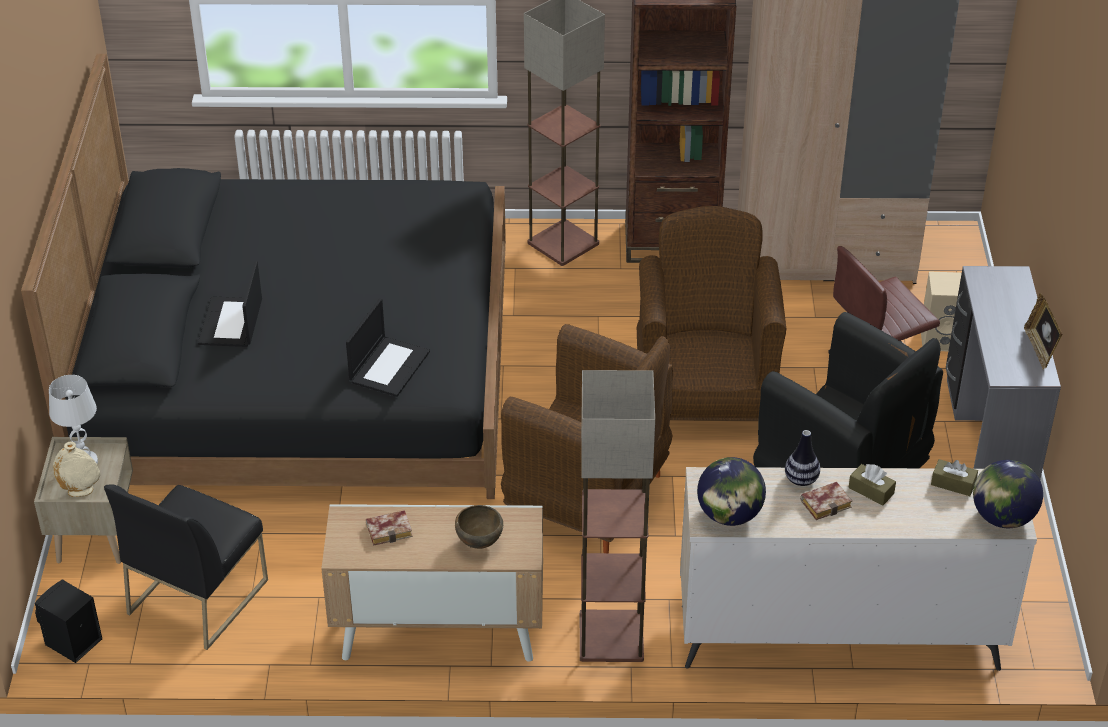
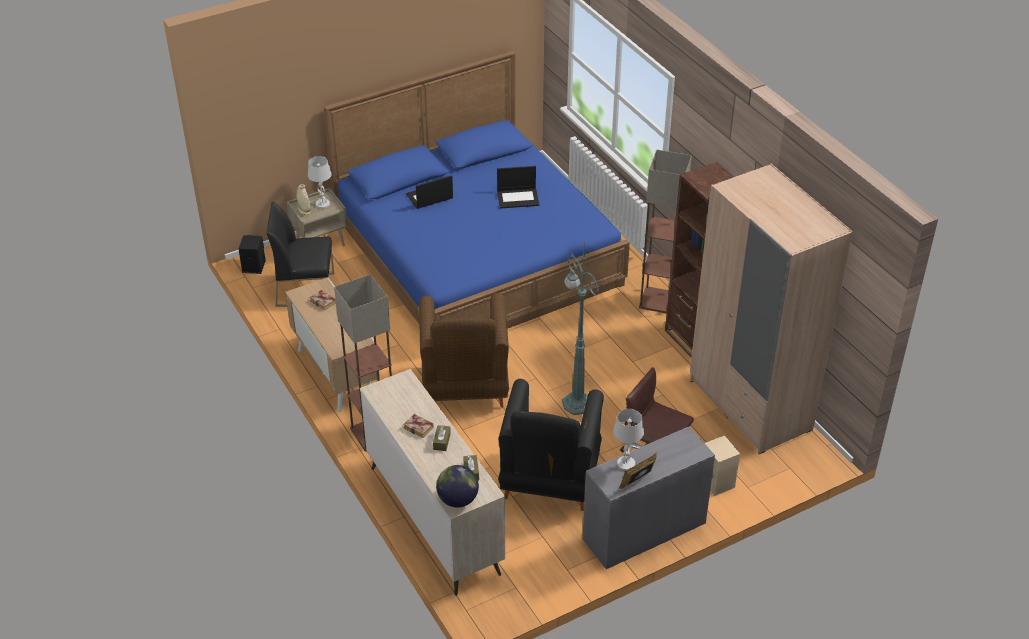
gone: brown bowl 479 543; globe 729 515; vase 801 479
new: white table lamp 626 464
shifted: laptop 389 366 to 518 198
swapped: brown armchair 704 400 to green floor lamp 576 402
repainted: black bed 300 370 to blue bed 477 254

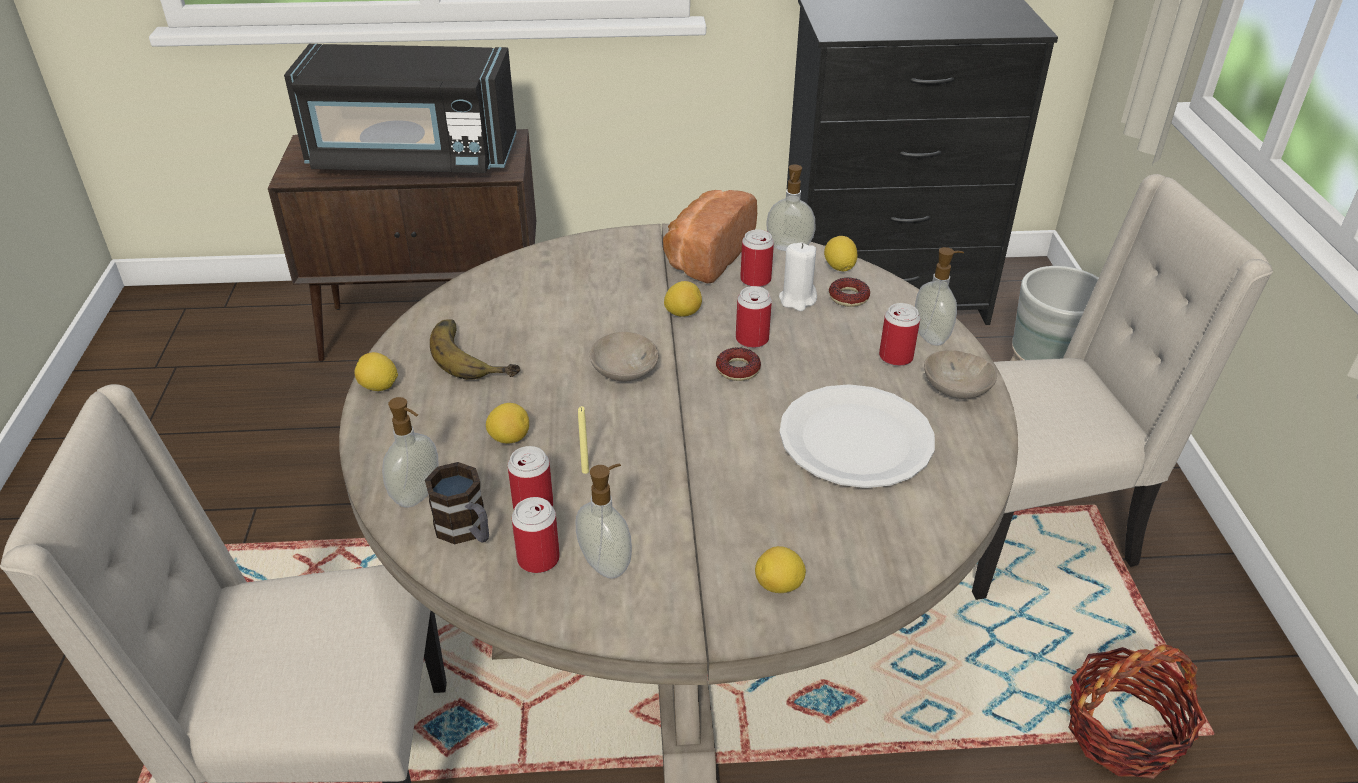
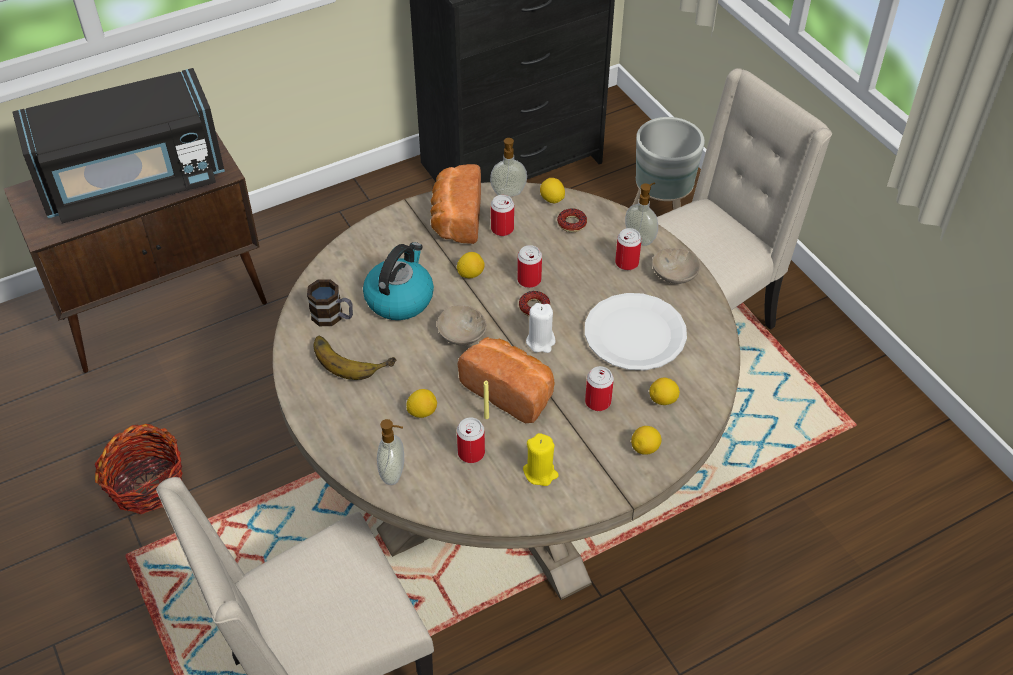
new: kettle 399 298; bread 510 390
shifted: lemon 378 387 to 663 400; mug 467 531 to 333 317; can 538 559 to 598 402; white candle 797 299 to 540 341; basket 1122 732 to 146 484
swapped: soap dispenser 606 563 to yellow candle 540 473

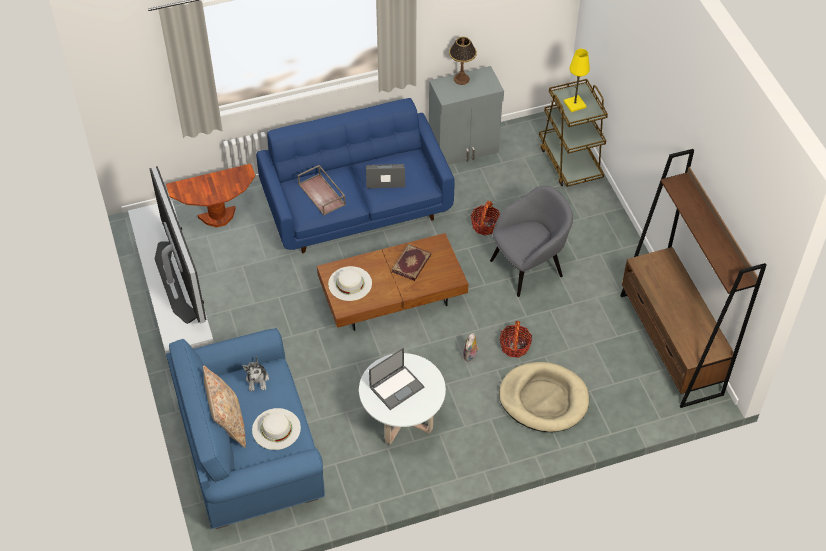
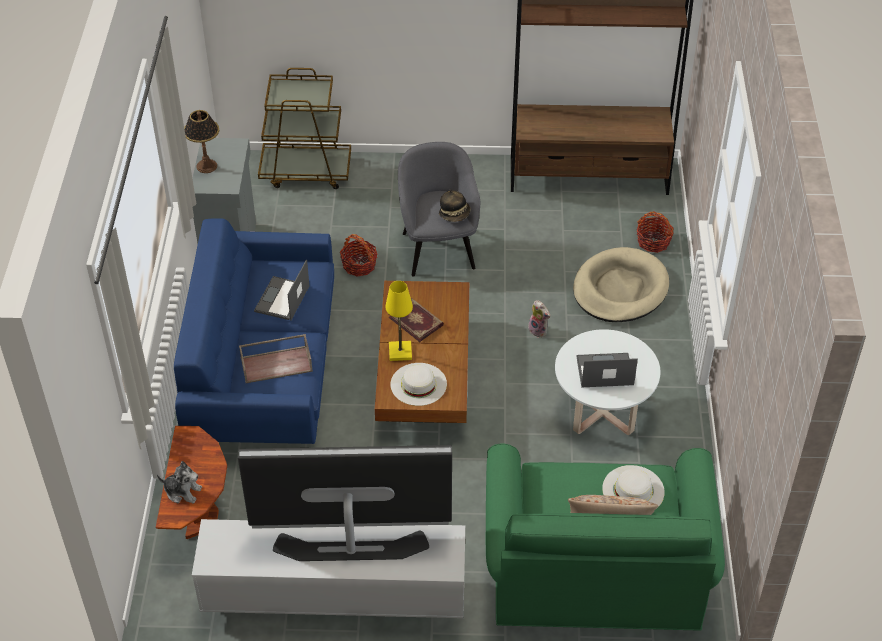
new: hat 455 214
shifted: plush toy 257 380 to 182 491; basket 515 346 to 653 242; yellow table lamp 574 104 to 400 352
repainted: blue sofa 250 450 to green sofa 594 568
rotated: laptop 397 387 = 604 371 75 degrees counterclockwise

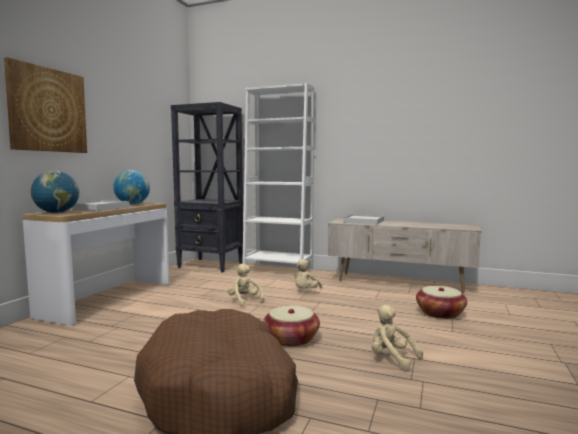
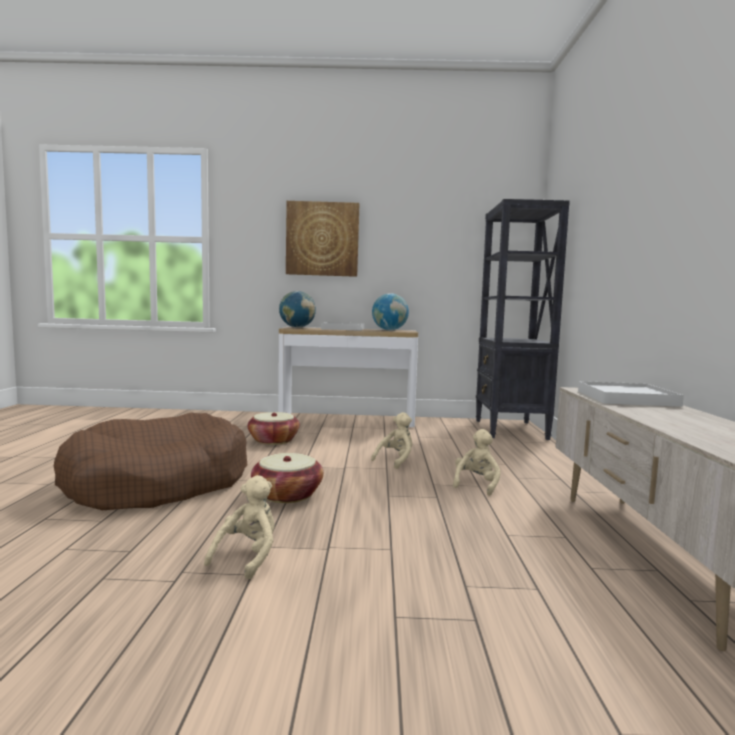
gone: white bookcase 278 270
shifted: basket 440 313 to 273 440
rotated: beige plush toy 305 291 = 476 484 105 degrees clockwise

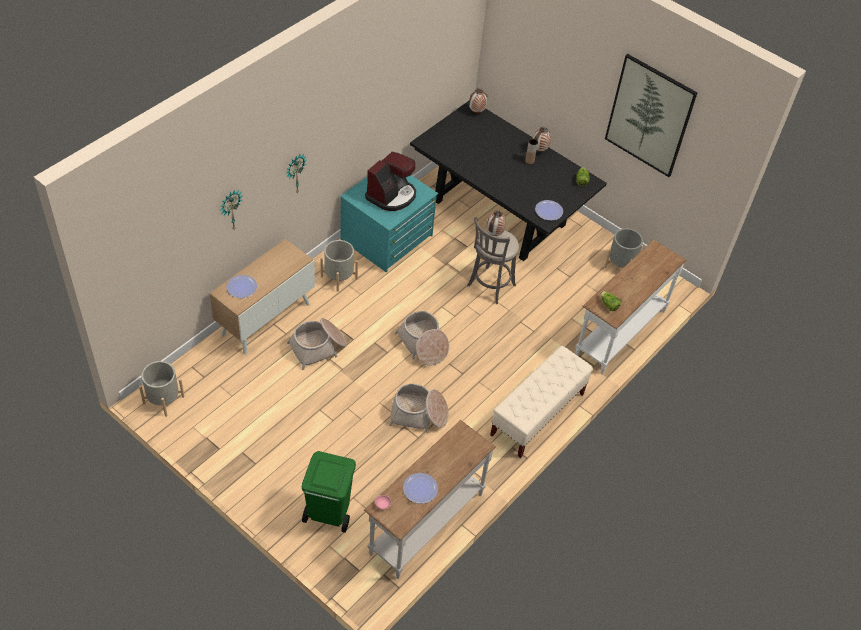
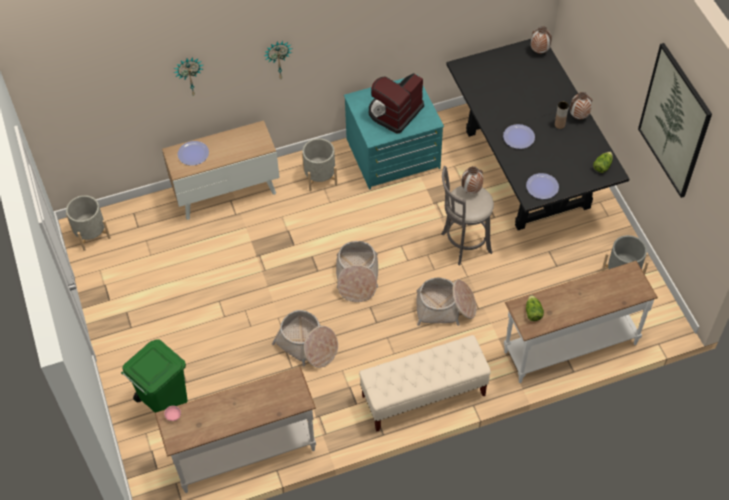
shifted: basket 318 347 to 445 308; plate 420 489 to 518 137
rotated: coffee machine 391 195 = 394 112 150 degrees clockwise

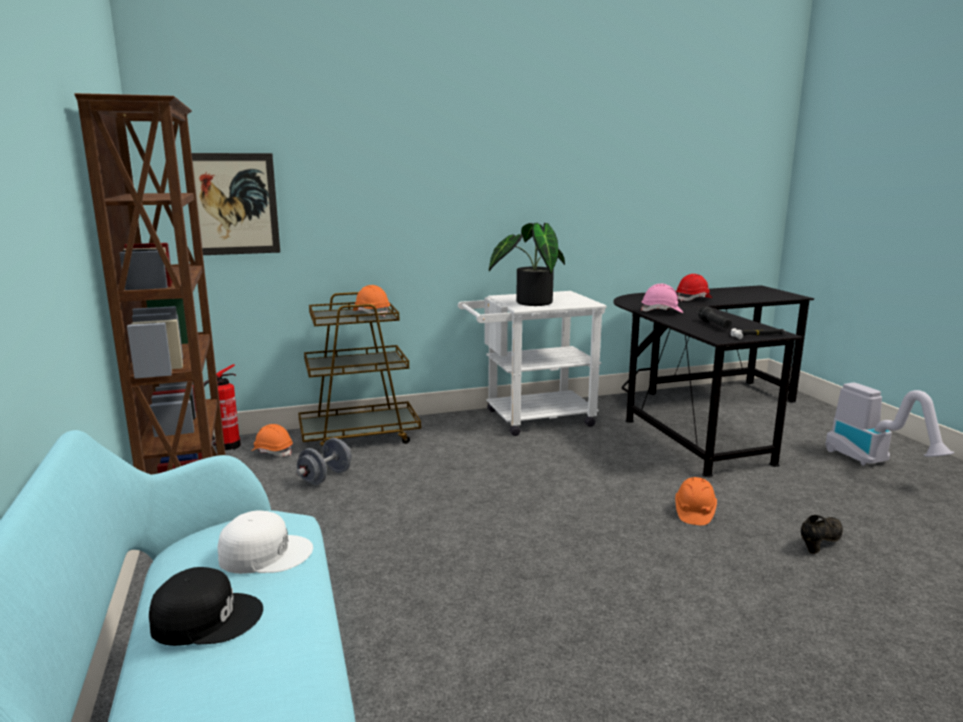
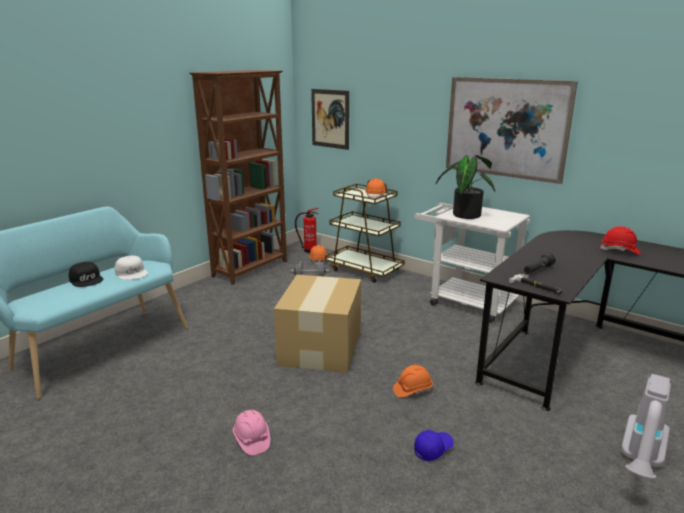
new: cardboard box 321 346; picture 505 128
shifted: pink hard hat 661 311 to 251 440
swapped: black shoe 820 543 to blue cap 433 449

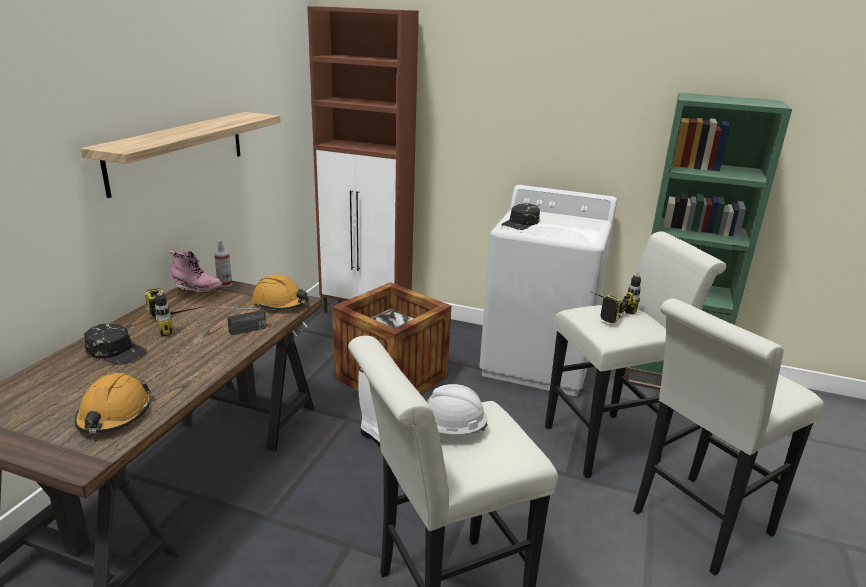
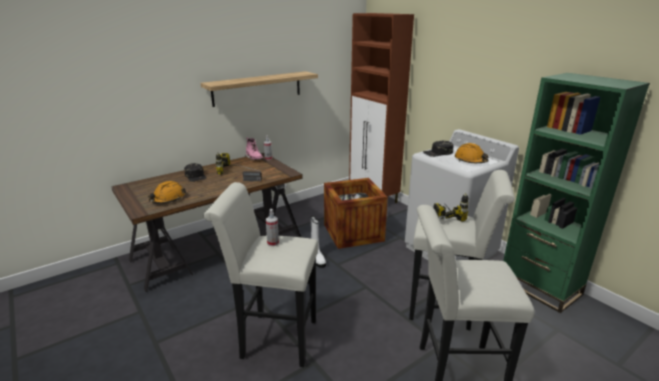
shifted: orange hard hat 280 303 to 470 160
swapped: white hard hat 449 429 to spray bottle 273 243

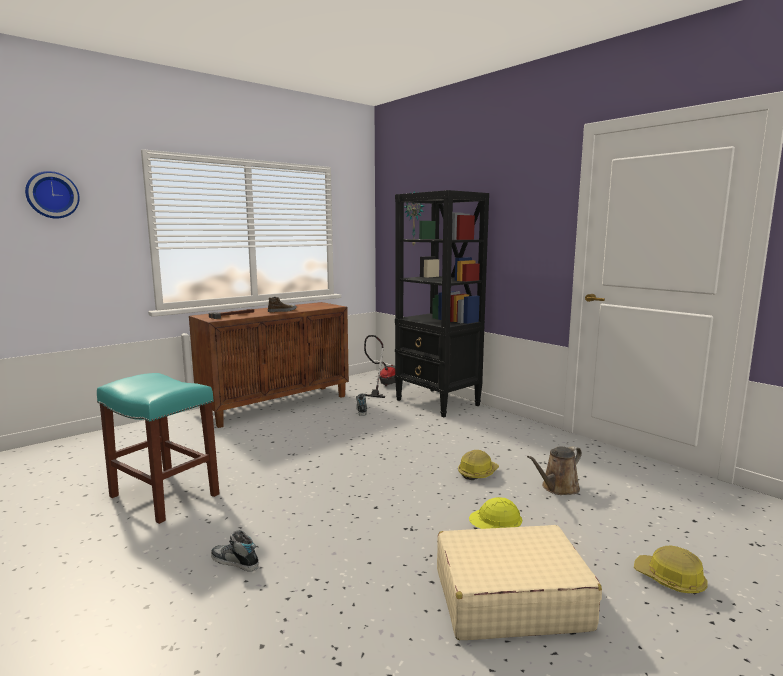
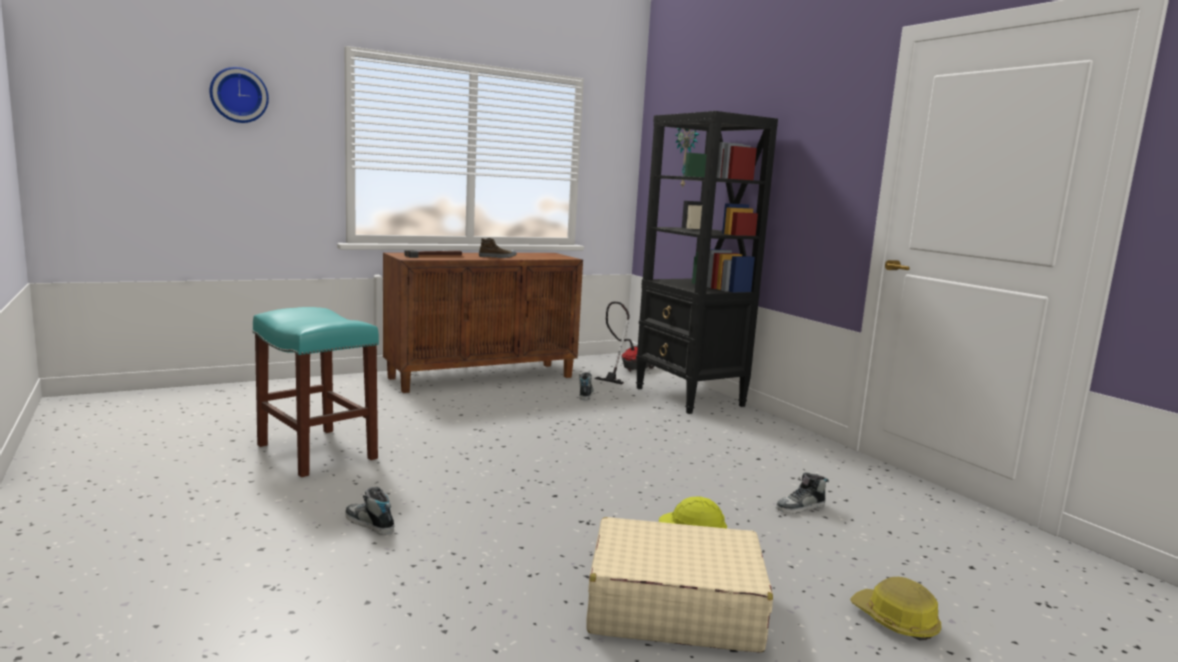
gone: hard hat 477 473
swapped: brown watering can 557 488 to shoe 800 507

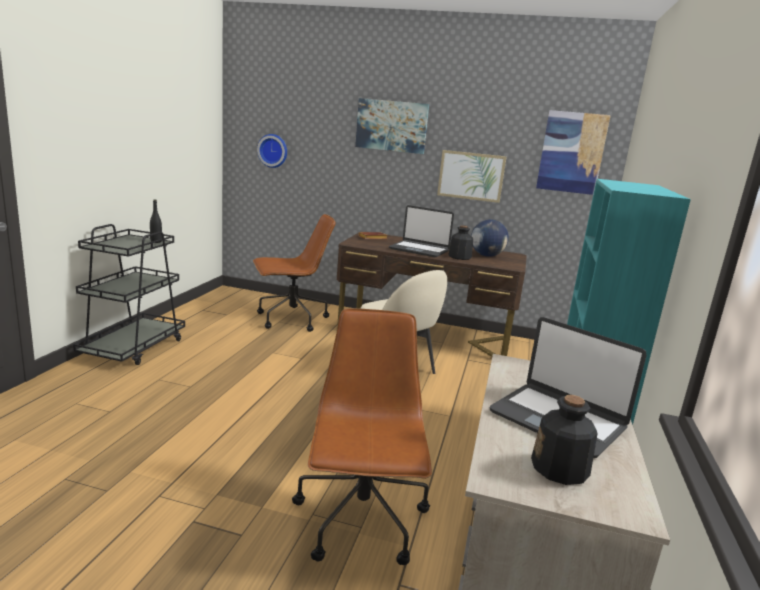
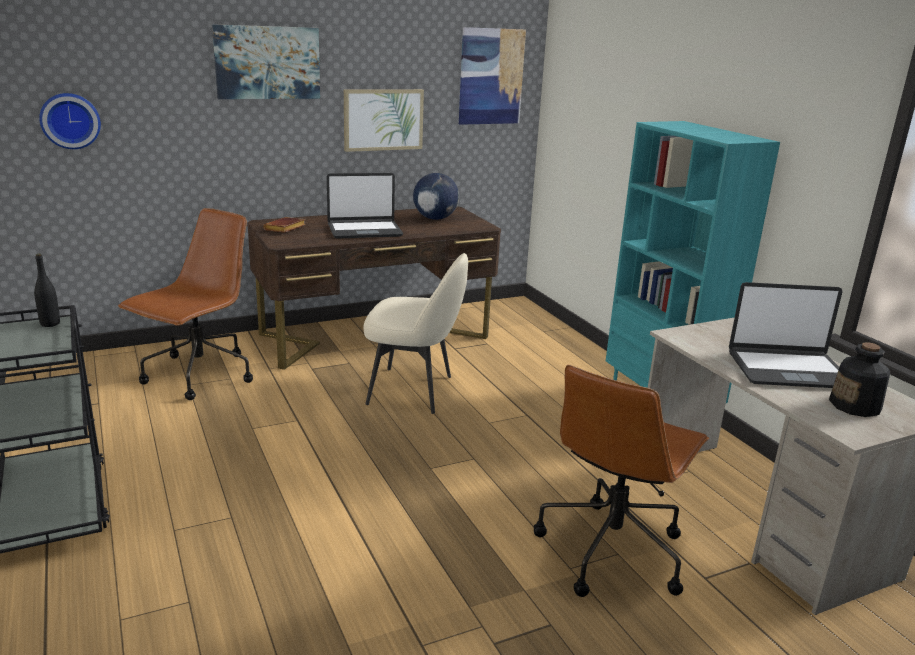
gone: bottle 459 257
rotated: brown office chair 361 522 = 612 549 105 degrees counterclockwise

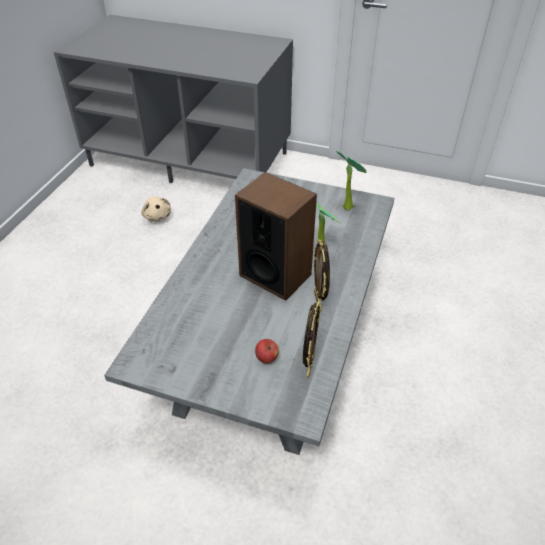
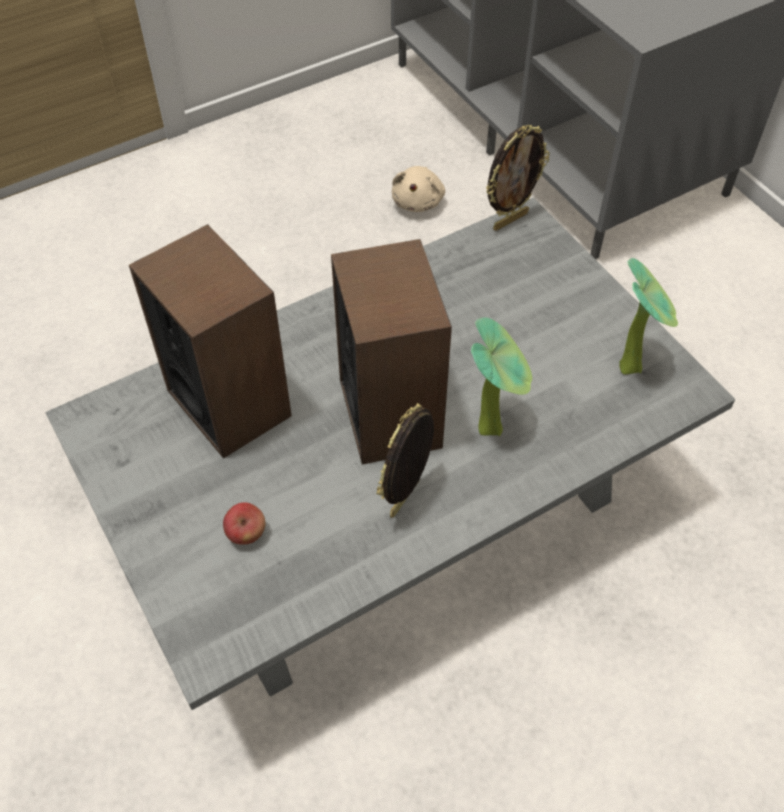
new: speaker 229 402
shifted: picture frame 309 365 to 509 220

